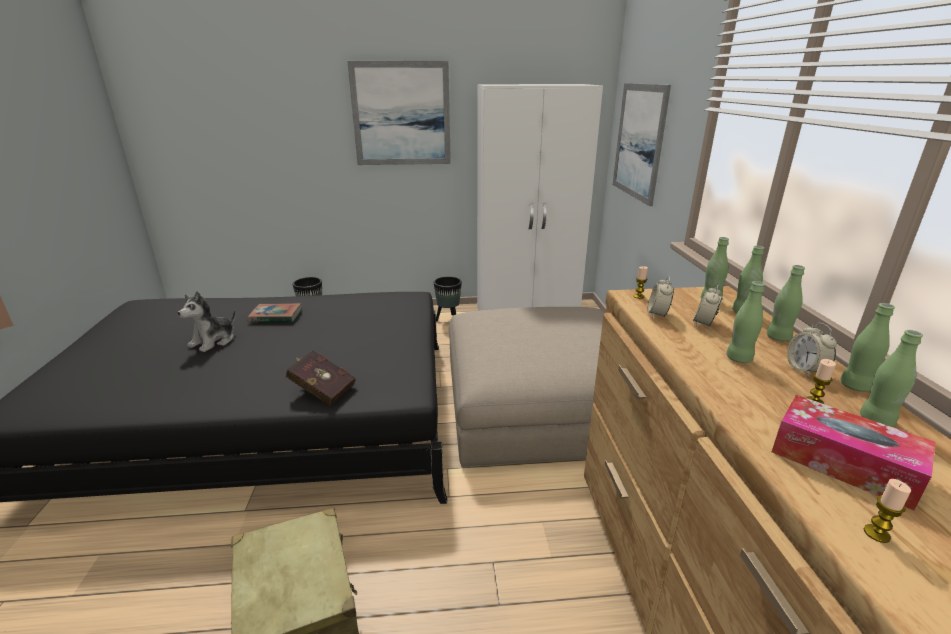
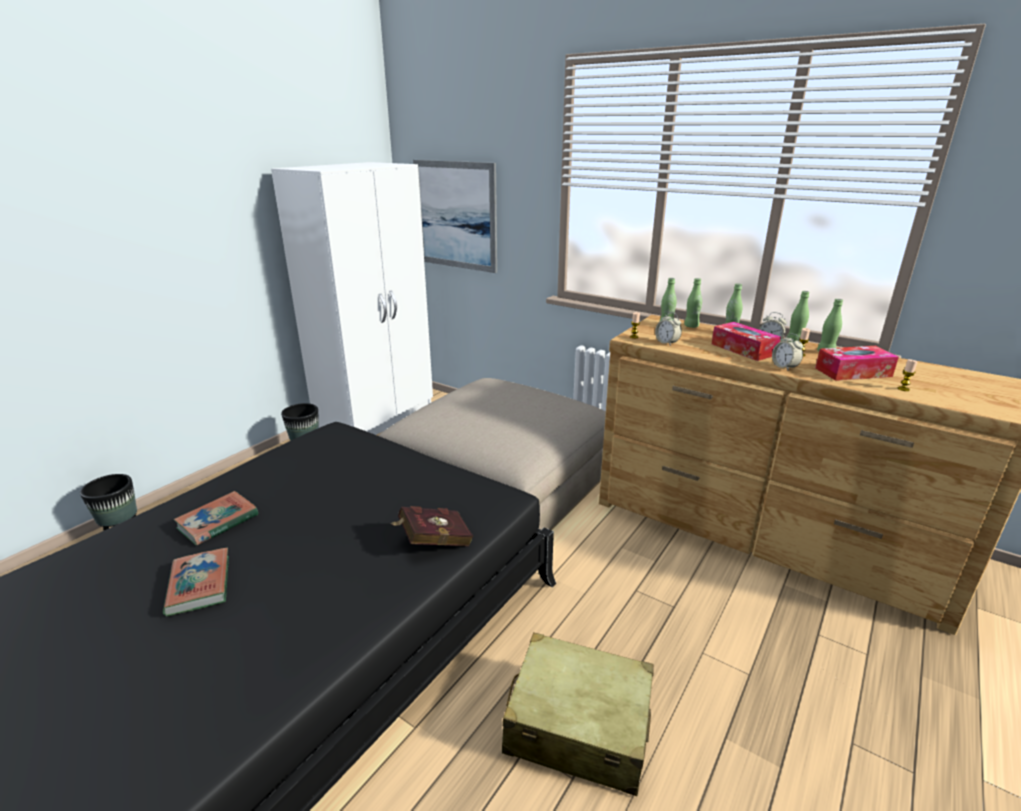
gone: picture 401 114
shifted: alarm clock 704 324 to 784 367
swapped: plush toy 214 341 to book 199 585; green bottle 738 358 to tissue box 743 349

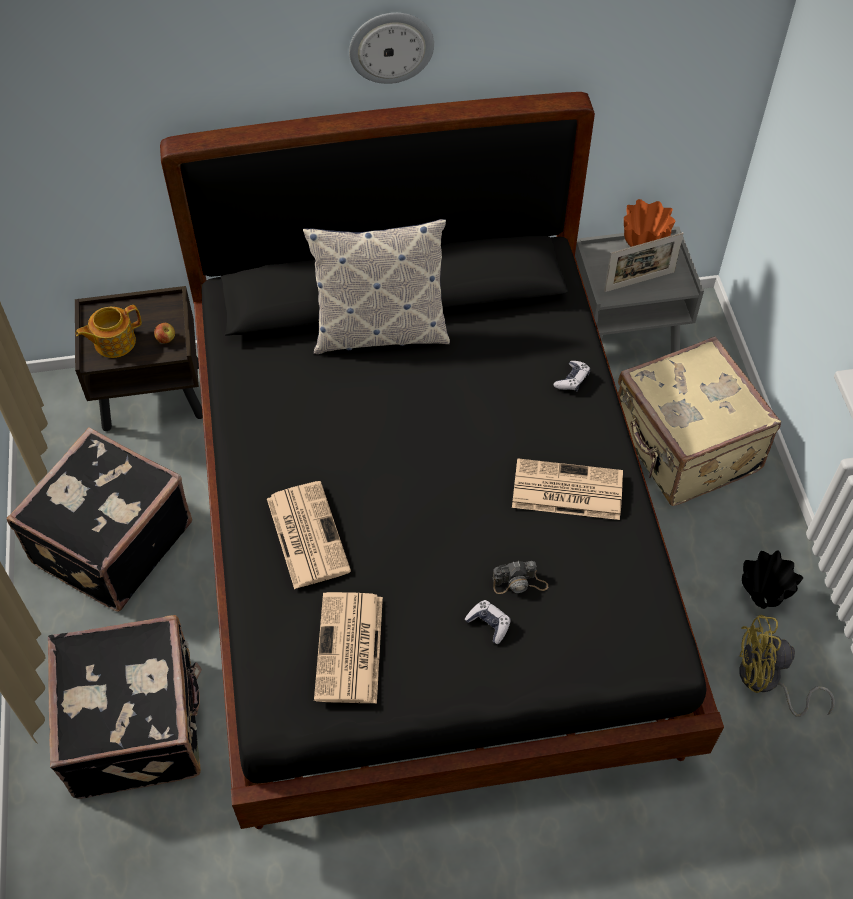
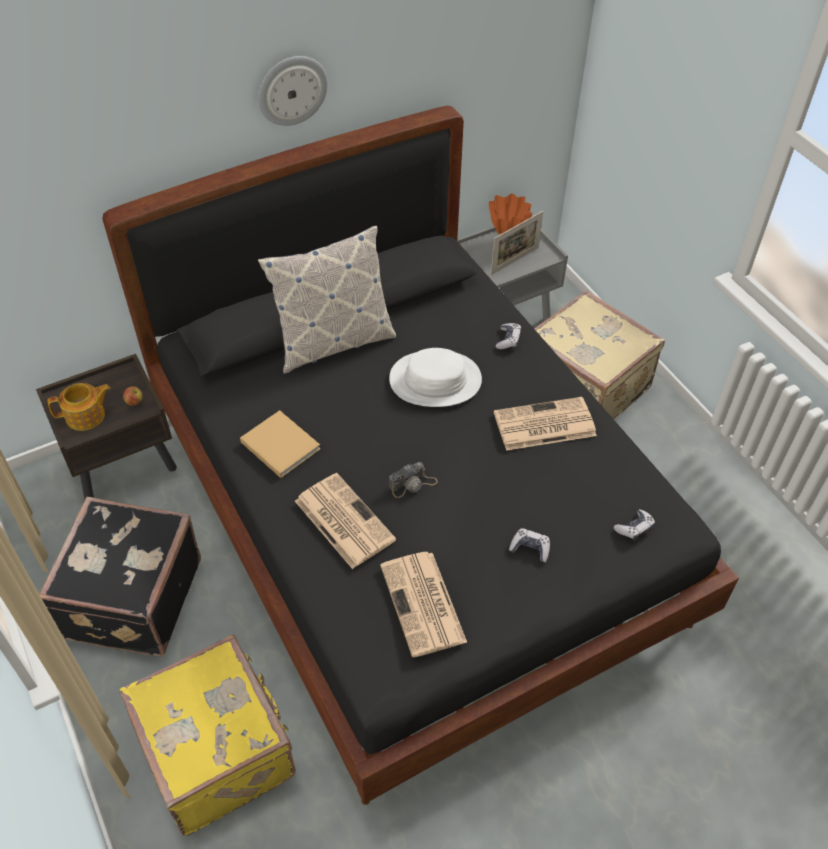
gone: yellow fan 766 682; black vase 760 600
new: beige book 279 444; white hat 435 380; game controller 634 528
shifted: photo camera 519 583 to 413 484
repainted: black suitcase 138 725 to yellow suitcase 219 750
rotated: teapot 113 342 = 86 416 150 degrees counterclockwise

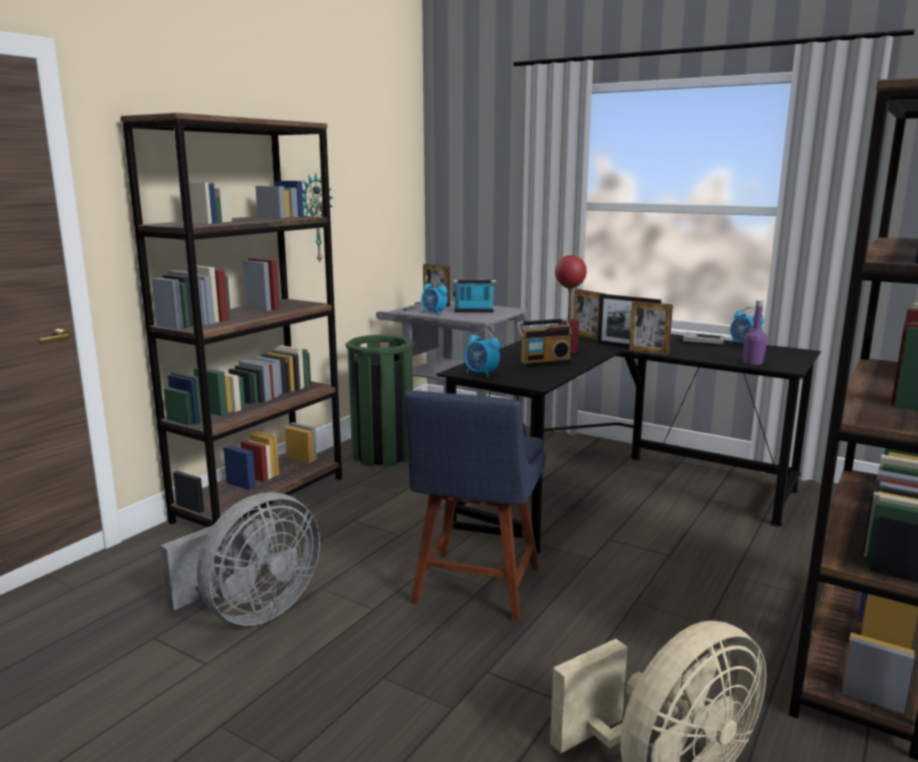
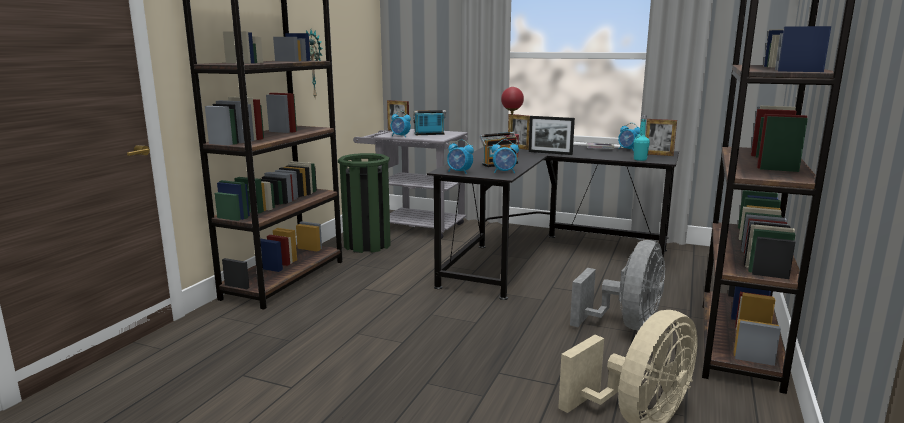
gone: blue chair 475 588
new: alarm clock 504 172
shifted: grey fan 251 612 to 626 325; picture frame 648 352 to 658 154
repainted: purple bottle 752 363 to turquoise bottle 640 159

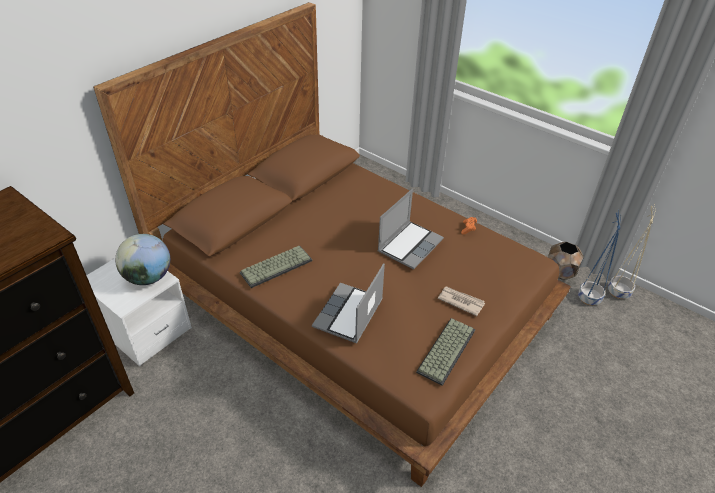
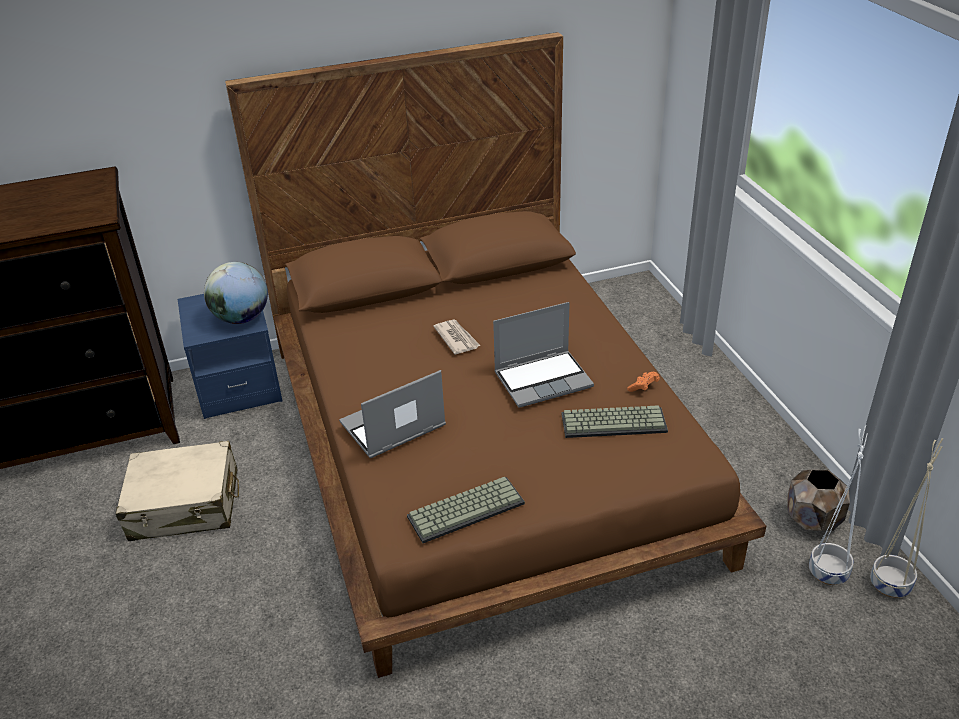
new: beige suitcase 185 505
shifted: keyboard 276 266 to 614 422; newspaper 460 301 to 456 338
repainted: white nightstand 145 329 to blue nightstand 238 385; blue planter 588 298 to white planter 828 571

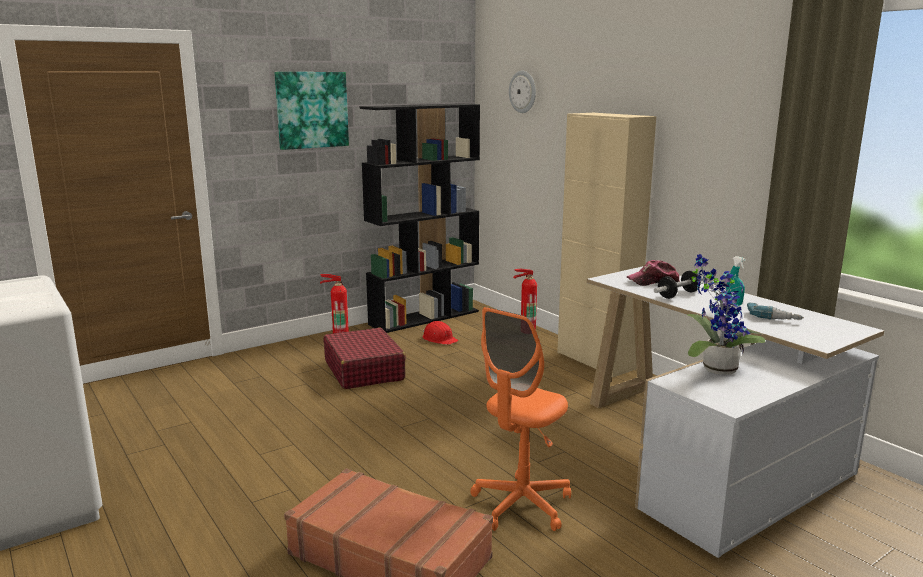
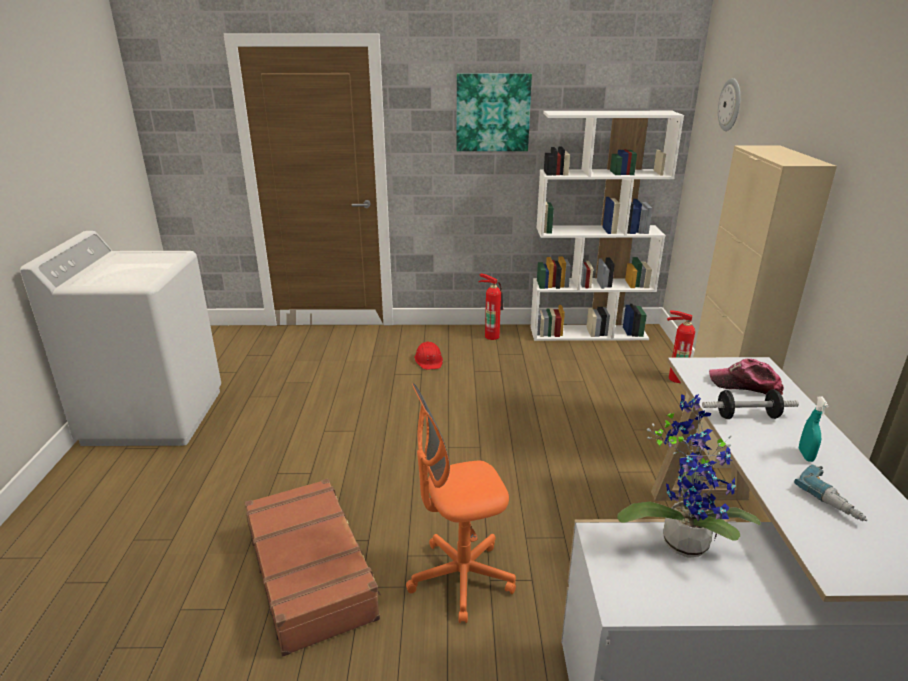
gone: red suitcase 364 370
shifted: red hard hat 439 339 to 429 360
repainted: black bookcase 424 317 to white bookcase 588 333

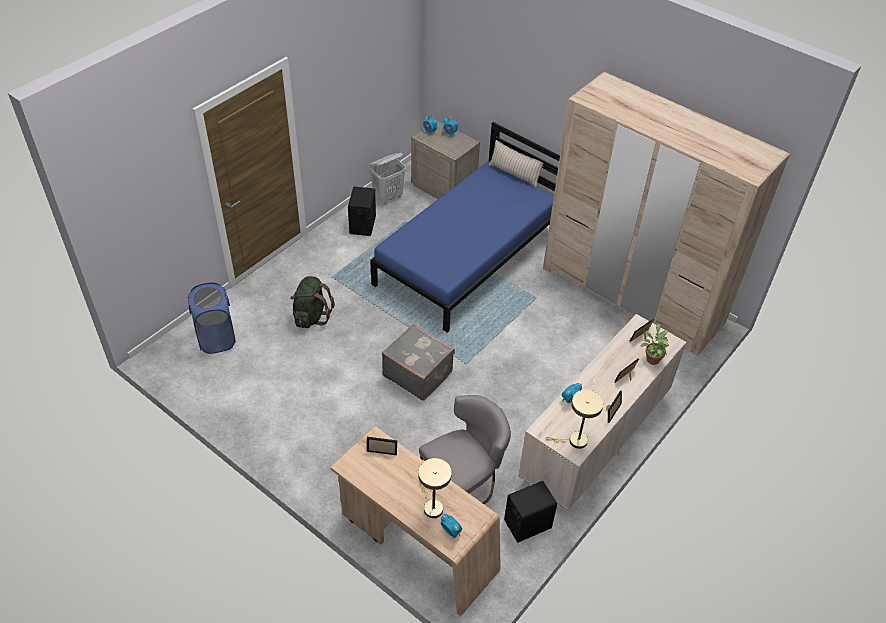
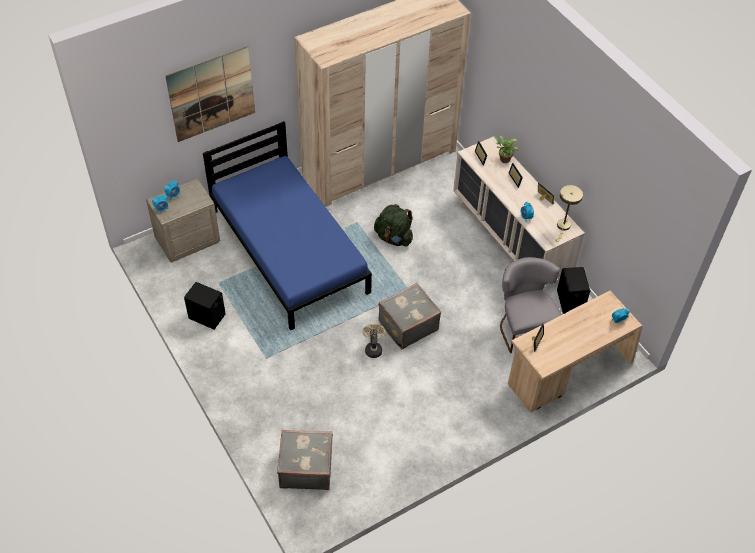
gone: white laundry basket 388 197; beige table lamp 431 506; beige pillow 514 174
new: picture 211 94; beige fan 373 348
shifted: green backpack 311 316 to 393 238
swapped: blue laundry basket 216 338 to grey suitcase 305 467

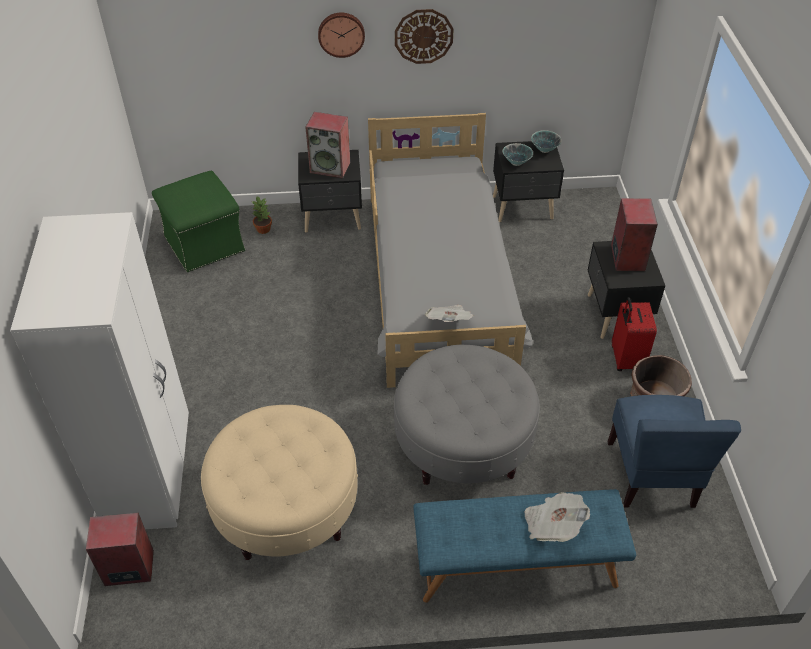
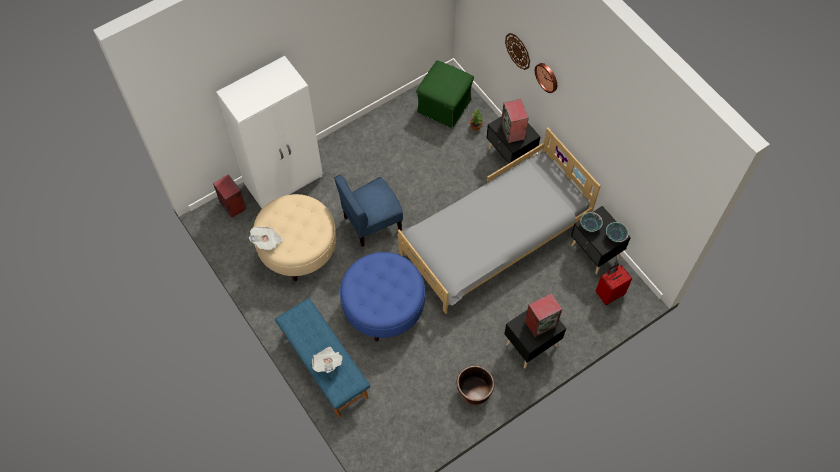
shifted: wall clock 423 36 to 518 51; newspaper 449 322 to 267 241; blue chair 652 474 to 372 223; red suitcase 625 359 to 609 294
repainted: grey ottoman 463 444 to blue ottoman 384 307

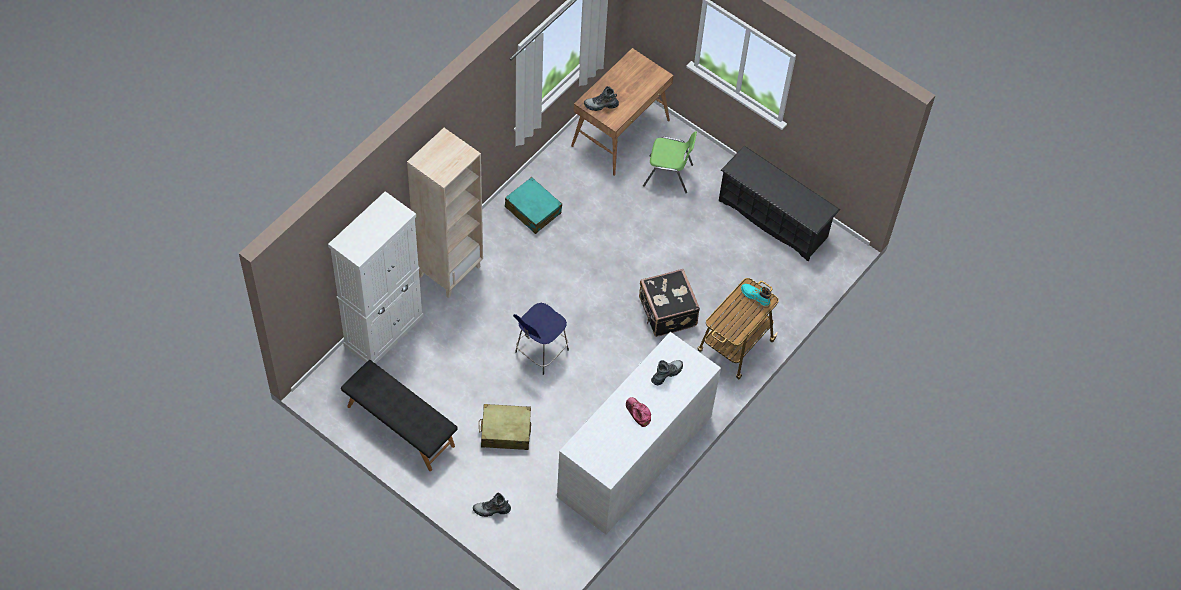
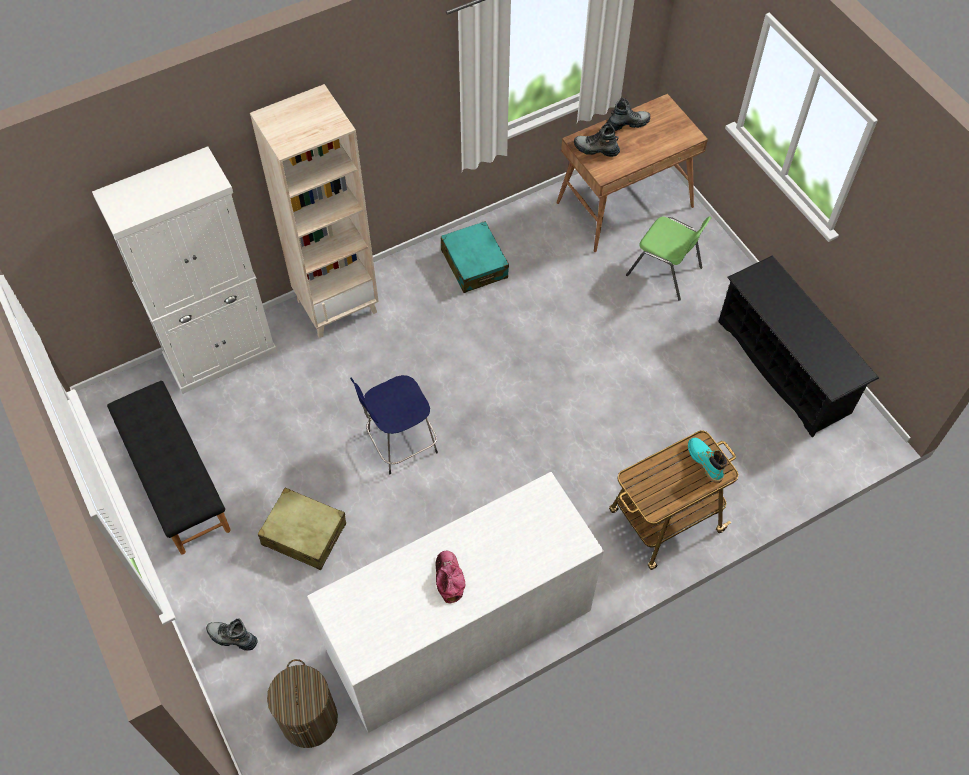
gone: black suitcase 666 313
new: laundry basket 309 719
shifted: boot 666 374 to 627 124

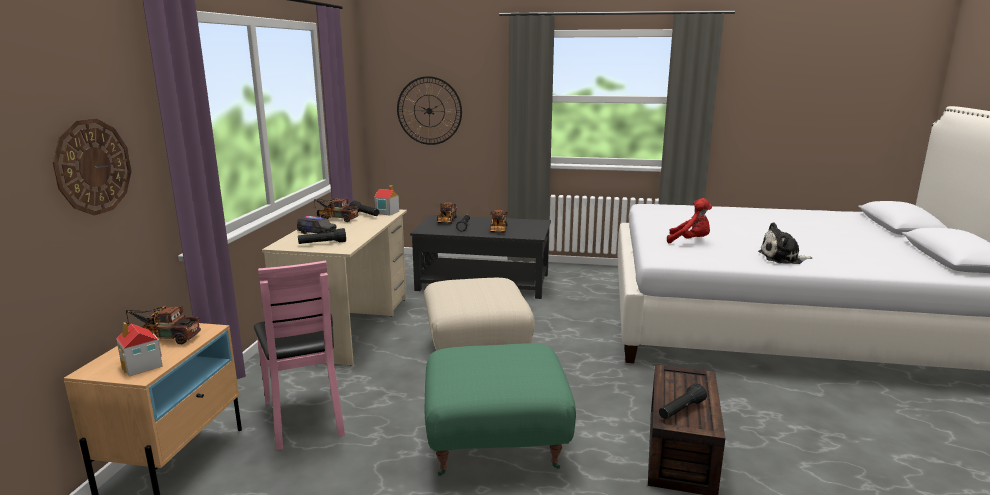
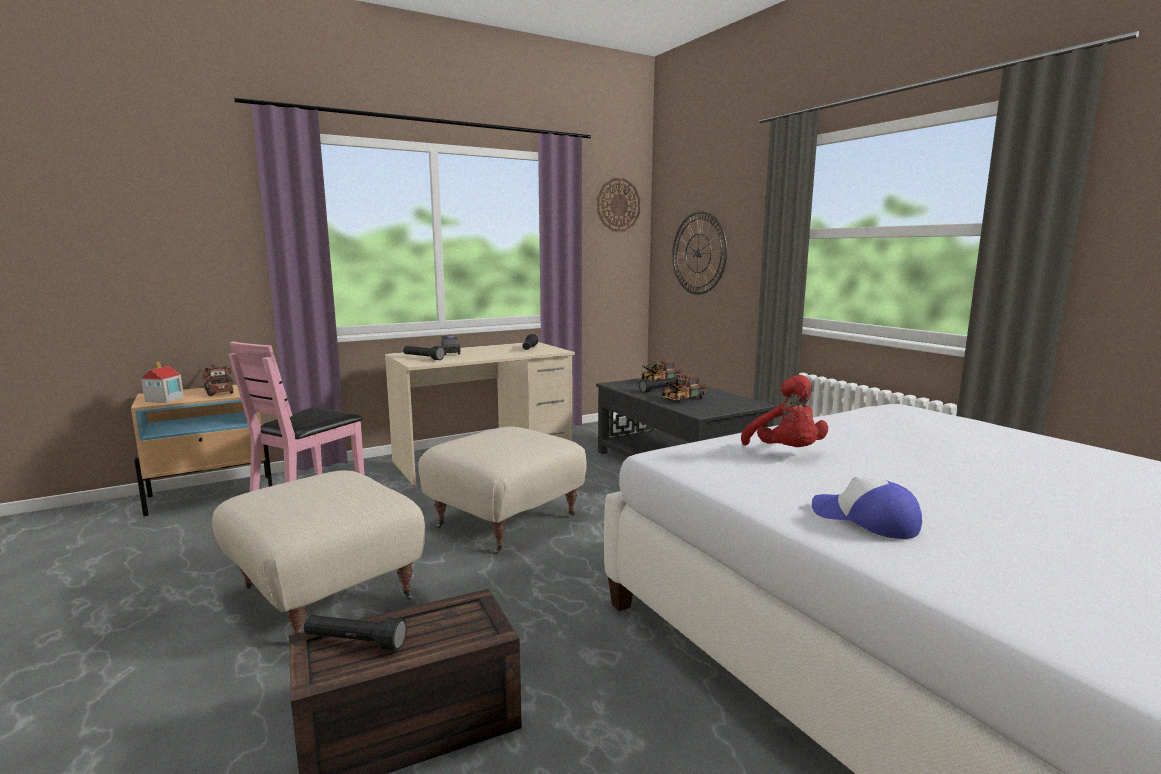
gone: toy truck 335 219; toy house 387 212
shifted: wall clock 93 167 to 618 205
swapped: plush toy 782 258 to cap 865 520
repainted: green ottoman 495 444 to beige ottoman 326 594

